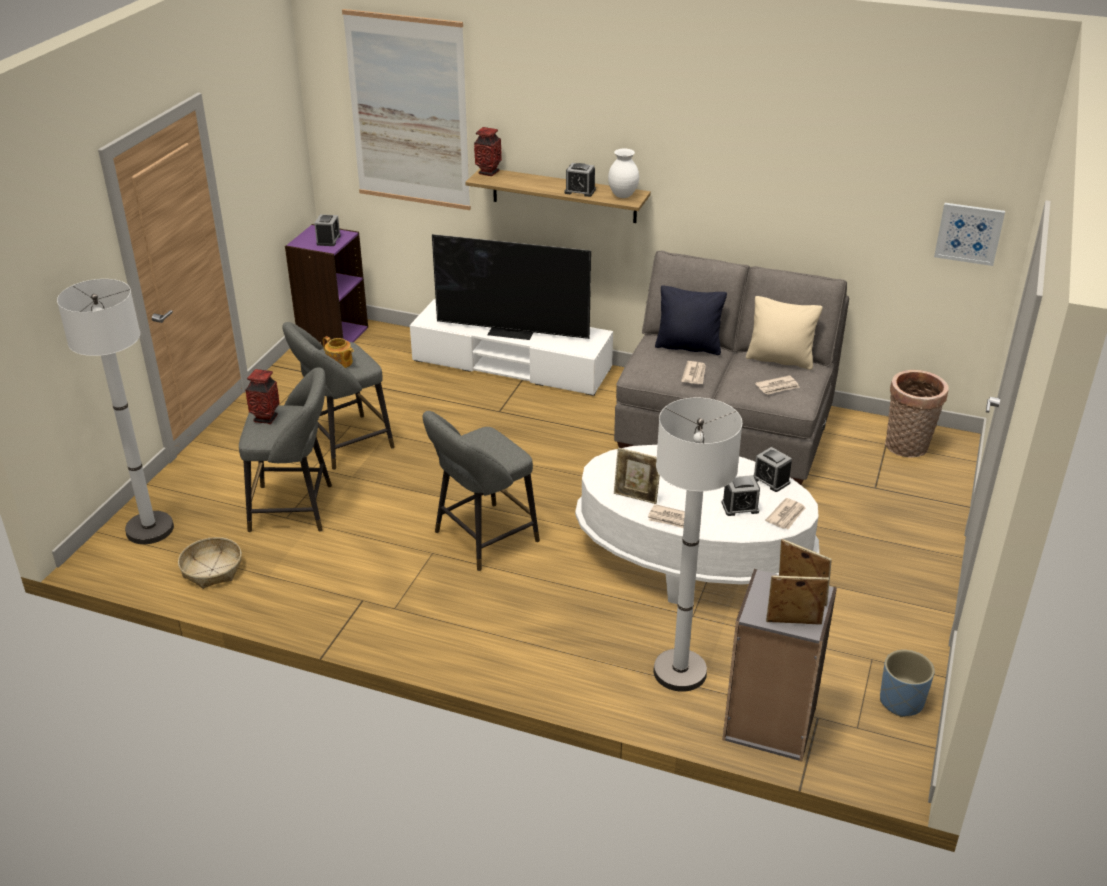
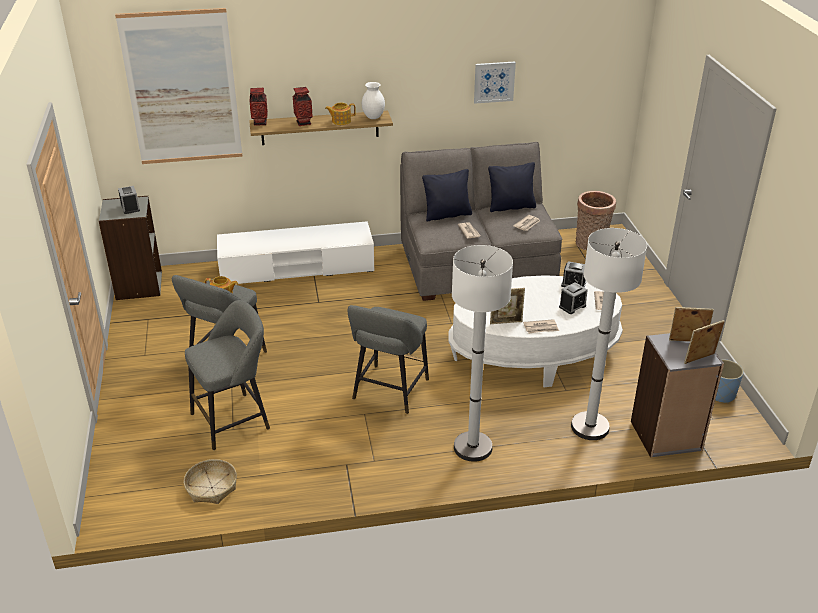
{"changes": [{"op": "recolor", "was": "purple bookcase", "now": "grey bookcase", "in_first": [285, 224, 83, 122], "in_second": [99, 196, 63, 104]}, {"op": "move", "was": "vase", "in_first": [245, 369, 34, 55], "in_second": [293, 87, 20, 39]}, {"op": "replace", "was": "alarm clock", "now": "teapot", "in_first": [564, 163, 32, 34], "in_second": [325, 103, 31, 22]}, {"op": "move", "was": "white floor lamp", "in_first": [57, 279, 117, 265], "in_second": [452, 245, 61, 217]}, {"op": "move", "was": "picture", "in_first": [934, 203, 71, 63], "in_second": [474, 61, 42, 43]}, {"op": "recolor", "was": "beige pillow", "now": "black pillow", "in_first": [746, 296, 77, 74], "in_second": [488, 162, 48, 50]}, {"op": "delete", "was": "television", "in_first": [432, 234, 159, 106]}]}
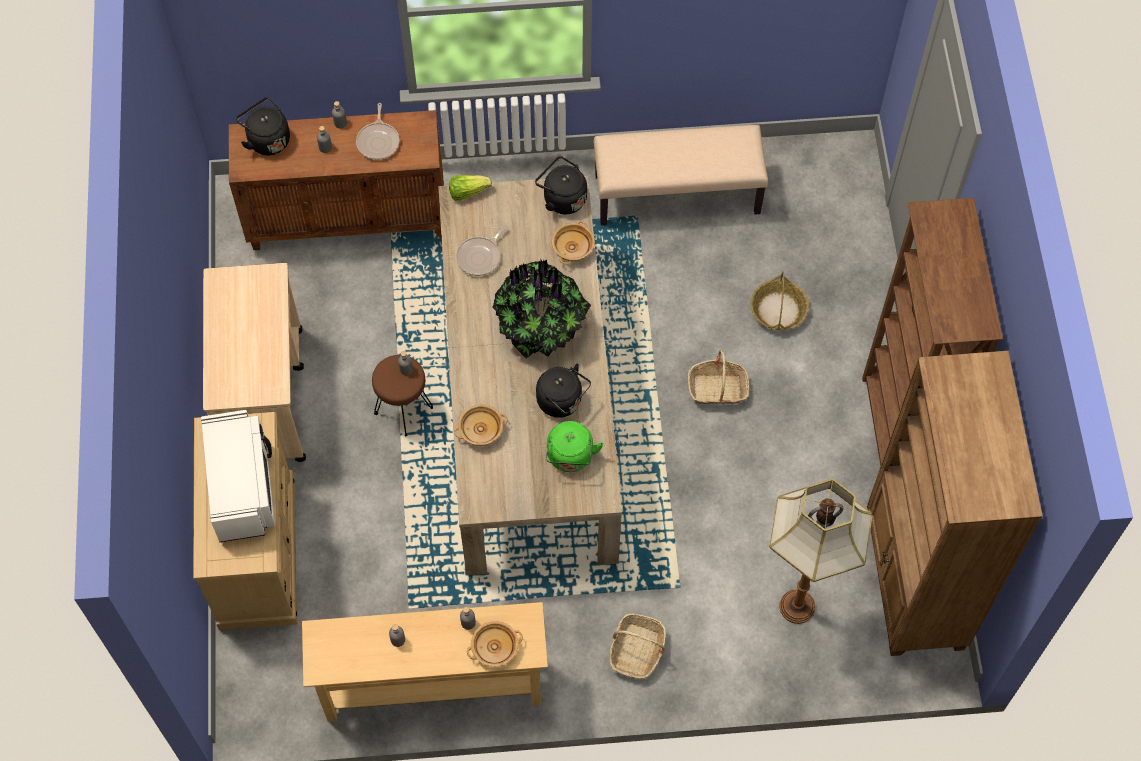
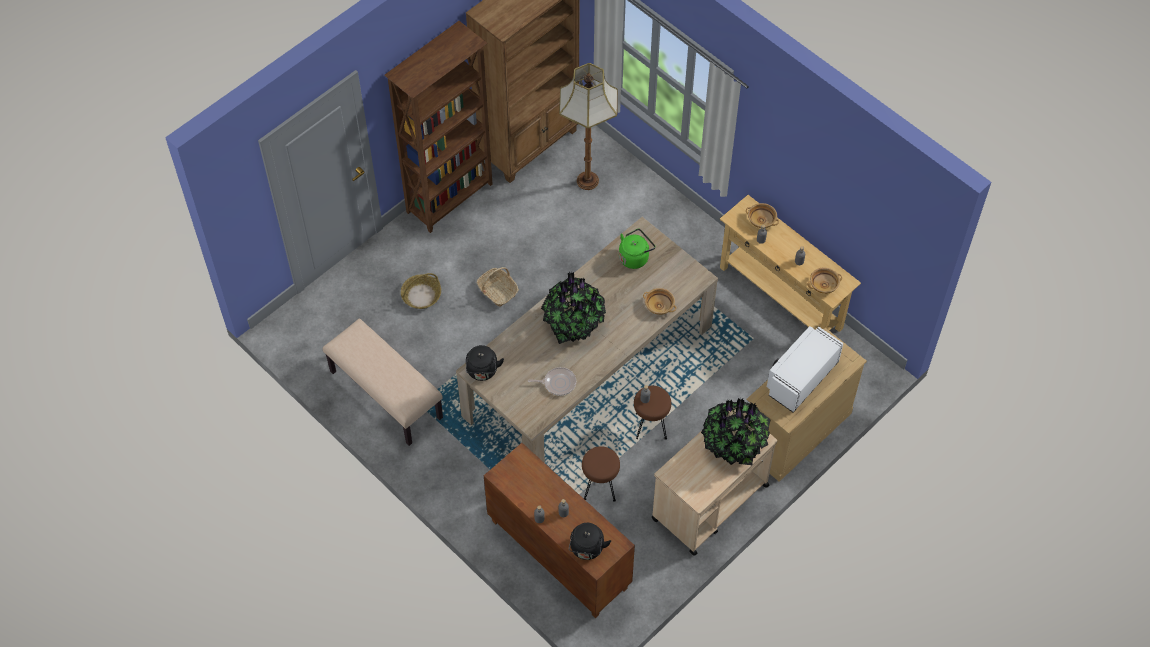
{"changes": [{"op": "insert", "now": "brown stool", "in_second": [582, 446, 38, 56]}, {"op": "insert", "now": "potted plant", "in_second": [701, 398, 70, 67]}, {"op": "move", "was": "beige bowl", "in_first": [552, 221, 43, 44], "in_second": [807, 268, 35, 26]}, {"op": "delete", "was": "frying pan", "in_first": [356, 103, 44, 57]}, {"op": "delete", "was": "lettuce", "in_first": [449, 175, 43, 26]}, {"op": "delete", "was": "black kettle", "in_first": [536, 363, 55, 55]}, {"op": "delete", "was": "basket", "in_first": [609, 613, 57, 66]}]}
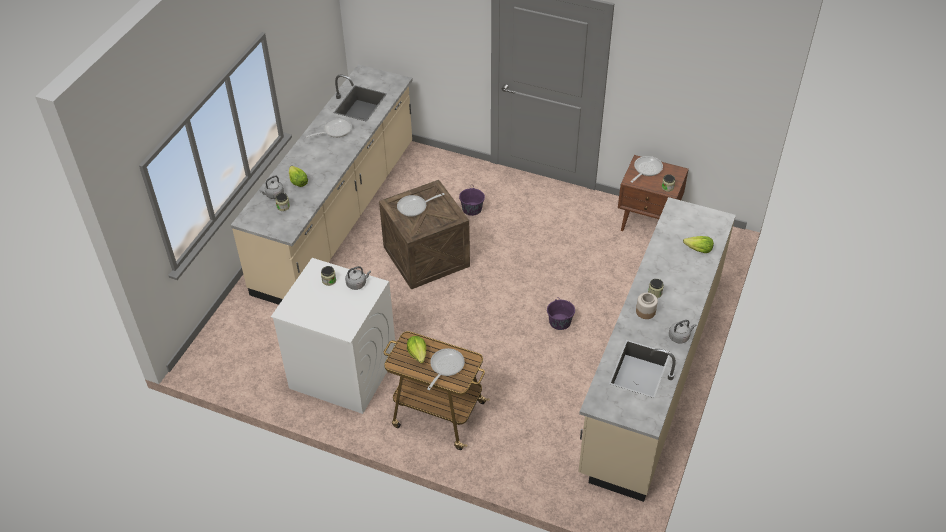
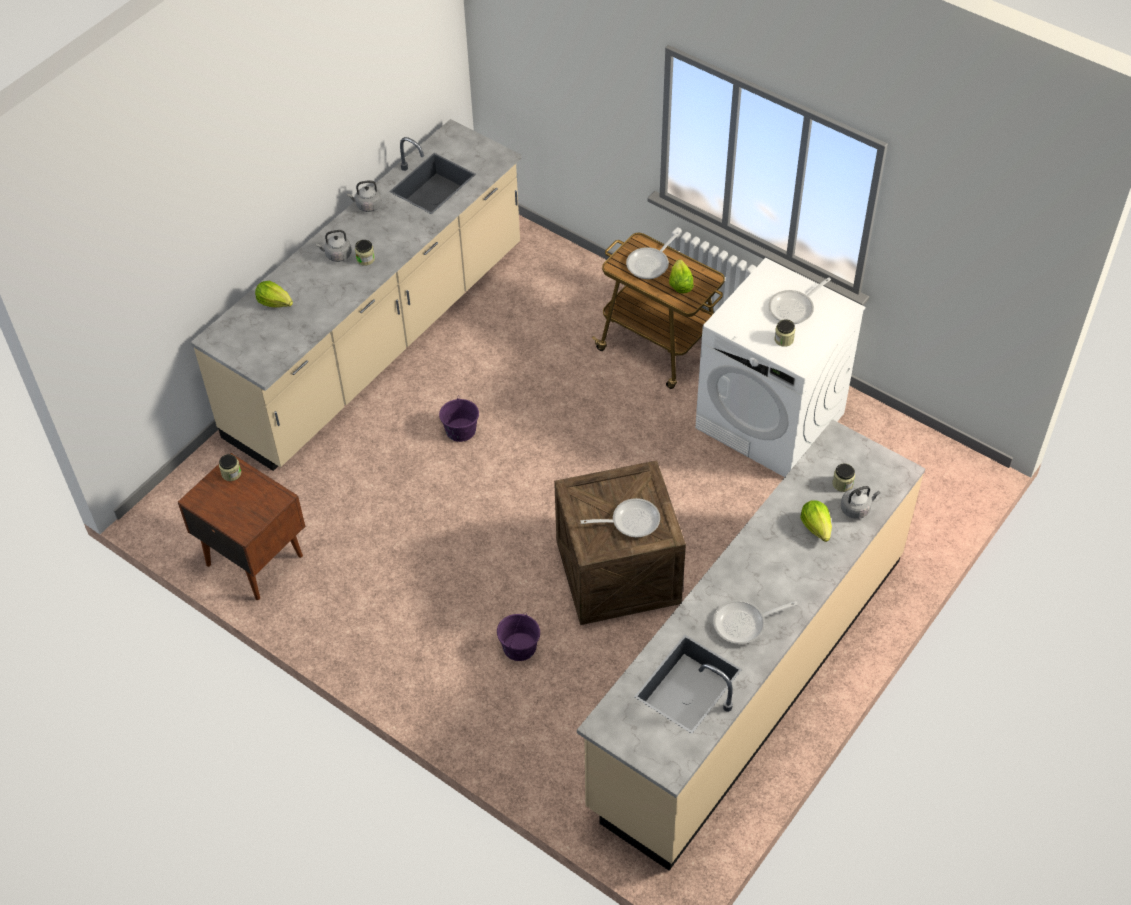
{"changes": [{"op": "move", "was": "grey kettle", "in_first": [345, 266, 26, 24], "in_second": [316, 230, 36, 32]}, {"op": "move", "was": "frying pan", "in_first": [631, 156, 32, 27], "in_second": [768, 277, 63, 47]}, {"op": "delete", "was": "jar", "in_first": [636, 293, 22, 26]}]}
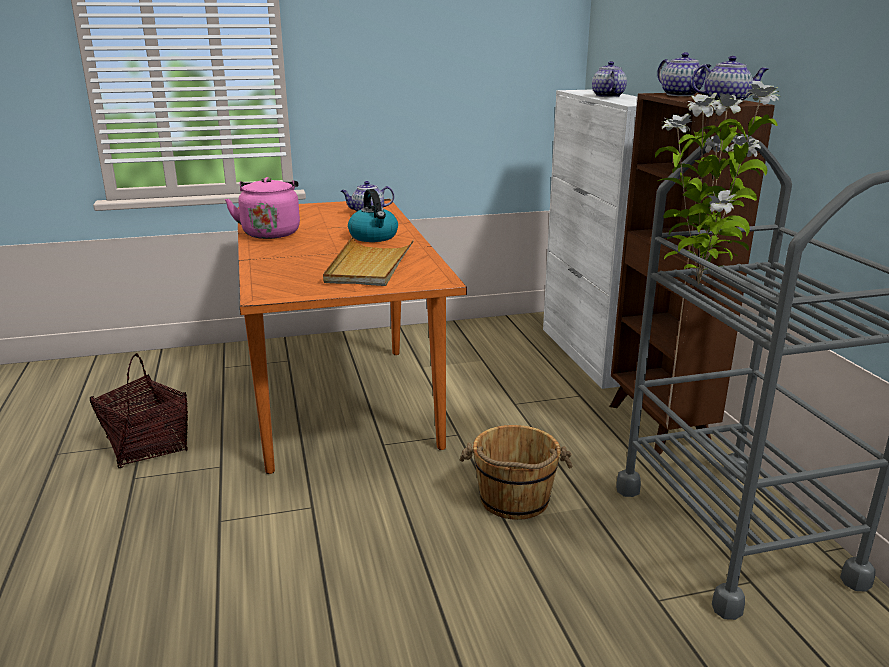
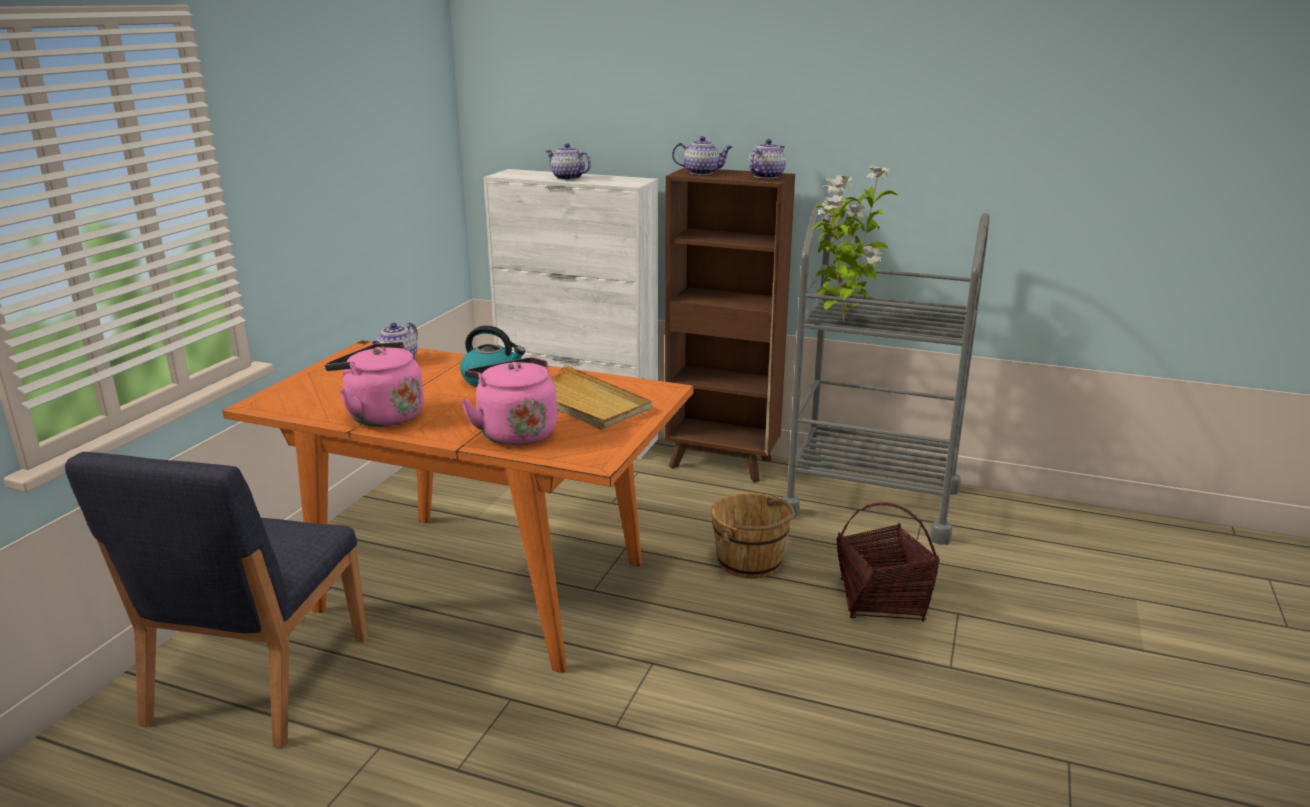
{"changes": [{"op": "insert", "now": "blue chair", "in_second": [65, 452, 303, 296]}, {"op": "insert", "now": "pink kettle", "in_second": [461, 357, 96, 88]}, {"op": "move", "was": "basket", "in_first": [90, 353, 98, 115], "in_second": [837, 502, 103, 120]}]}
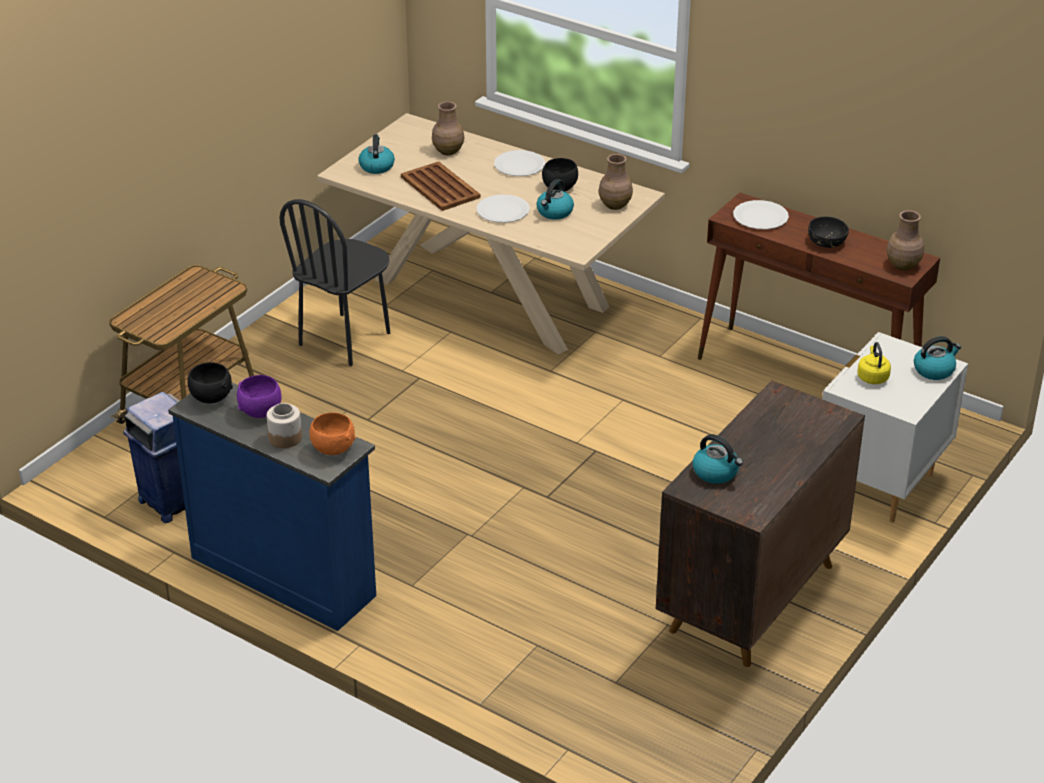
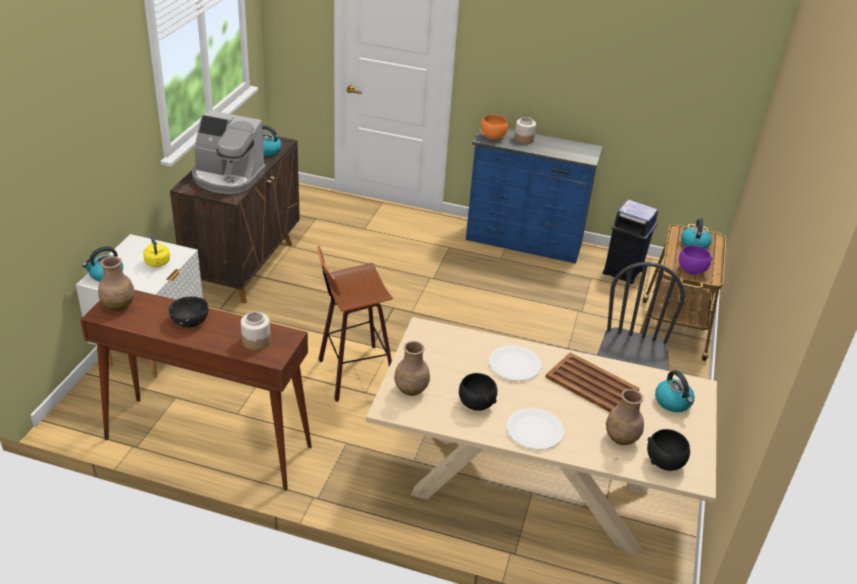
{"changes": [{"op": "insert", "now": "coffee machine", "in_second": [192, 110, 74, 84]}, {"op": "replace", "was": "white plate", "now": "jar", "in_first": [733, 200, 56, 29], "in_second": [241, 312, 30, 38]}, {"op": "insert", "now": "stool", "in_second": [317, 246, 76, 156]}, {"op": "move", "was": "black bowl", "in_first": [187, 362, 46, 41], "in_second": [647, 429, 43, 42]}, {"op": "move", "was": "purple bowl", "in_first": [237, 375, 45, 43], "in_second": [679, 246, 34, 28]}, {"op": "move", "was": "kettle", "in_first": [536, 179, 38, 41], "in_second": [681, 218, 31, 31]}]}
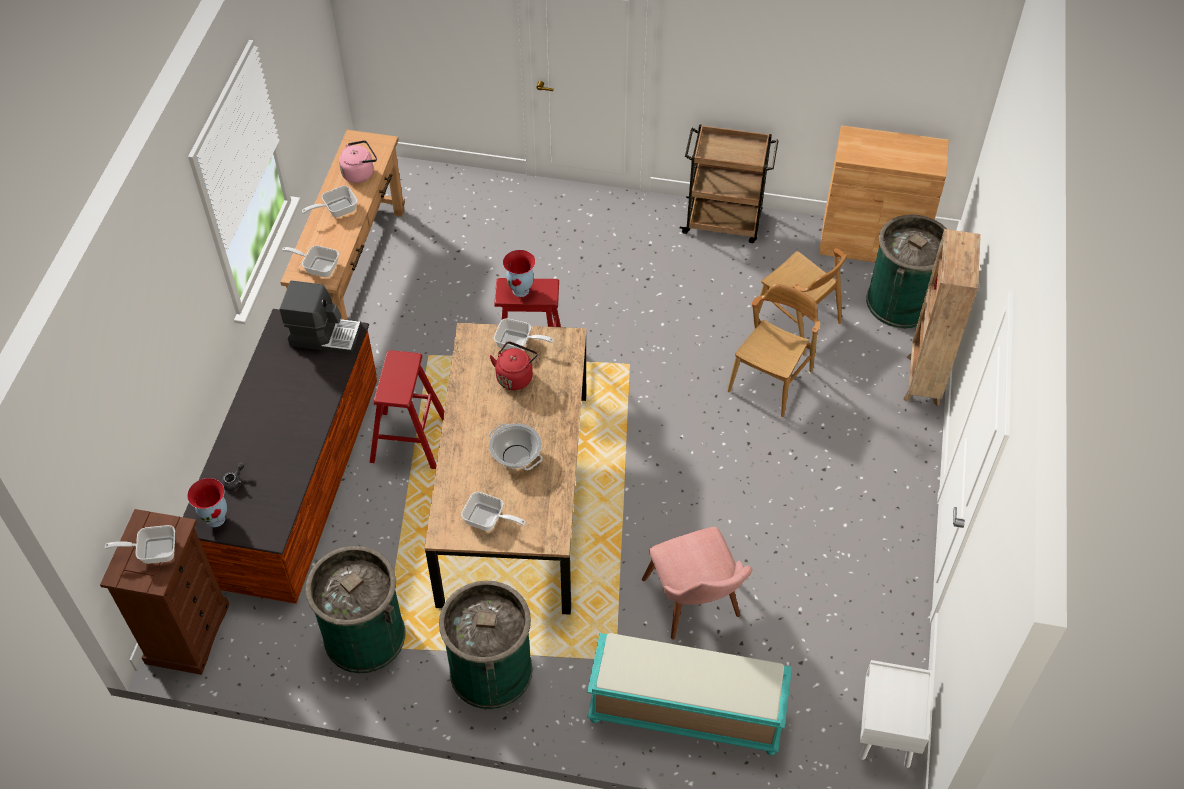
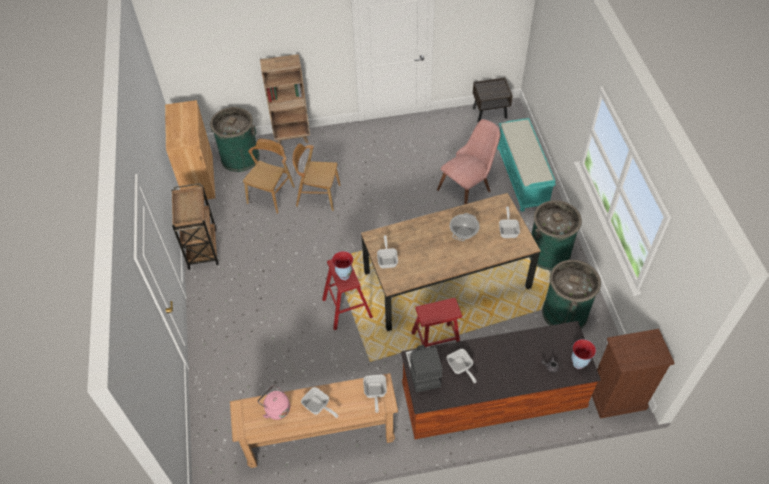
{"changes": [{"op": "move", "was": "frying pan", "in_first": [105, 525, 70, 39], "in_second": [447, 349, 30, 34]}, {"op": "recolor", "was": "white nightstand", "now": "brown nightstand", "in_first": [859, 660, 74, 108], "in_second": [473, 77, 40, 45]}, {"op": "delete", "was": "red kettle", "in_first": [490, 341, 48, 49]}]}
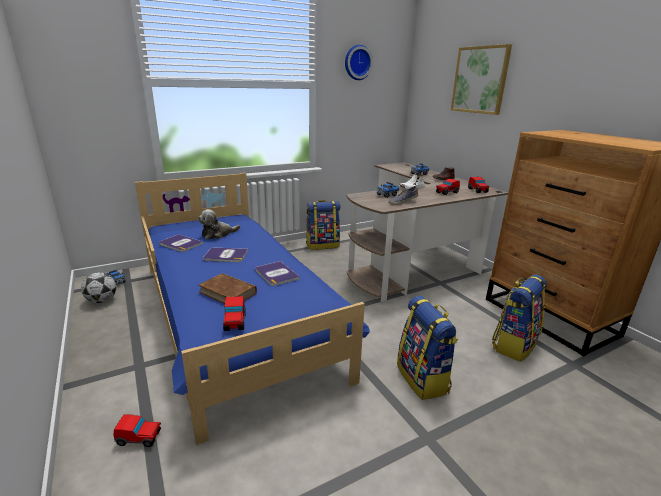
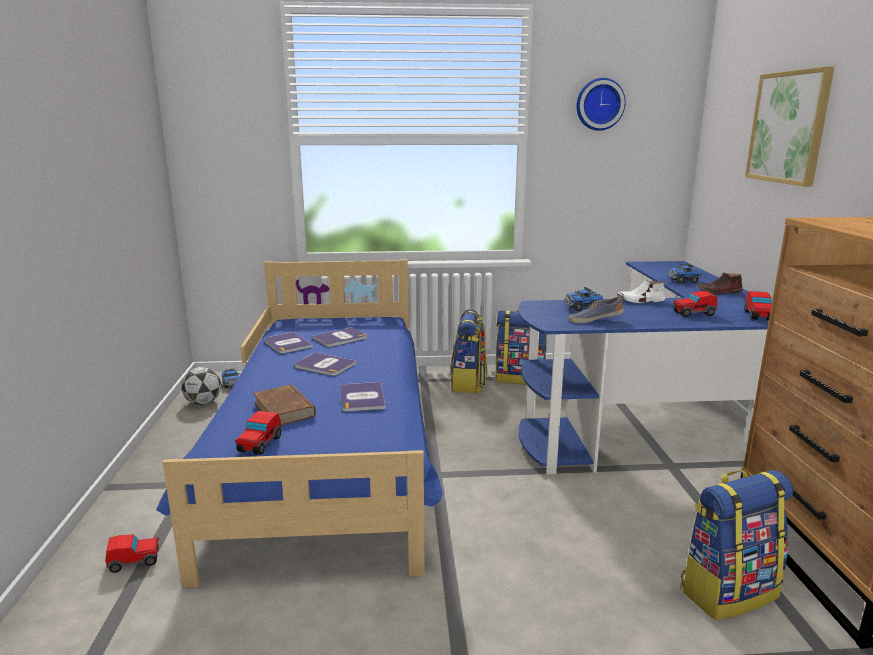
{"changes": [{"op": "rotate", "was": "toy car", "in_first": [113, 414, 48, 33], "in_second": [105, 534, 54, 39], "clockwise": -45}, {"op": "replace", "was": "plush toy", "now": "book", "in_first": [198, 209, 42, 30], "in_second": [312, 327, 55, 20]}, {"op": "move", "was": "backpack", "in_first": [397, 296, 61, 104], "in_second": [450, 309, 37, 84]}, {"op": "recolor", "was": "brown desk", "now": "blue desk", "in_first": [347, 163, 161, 139], "in_second": [518, 261, 254, 213]}]}
